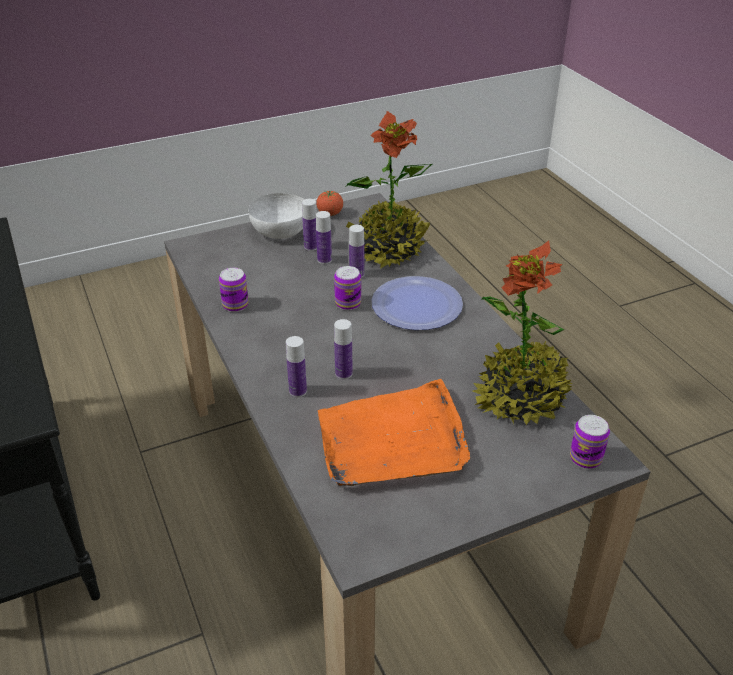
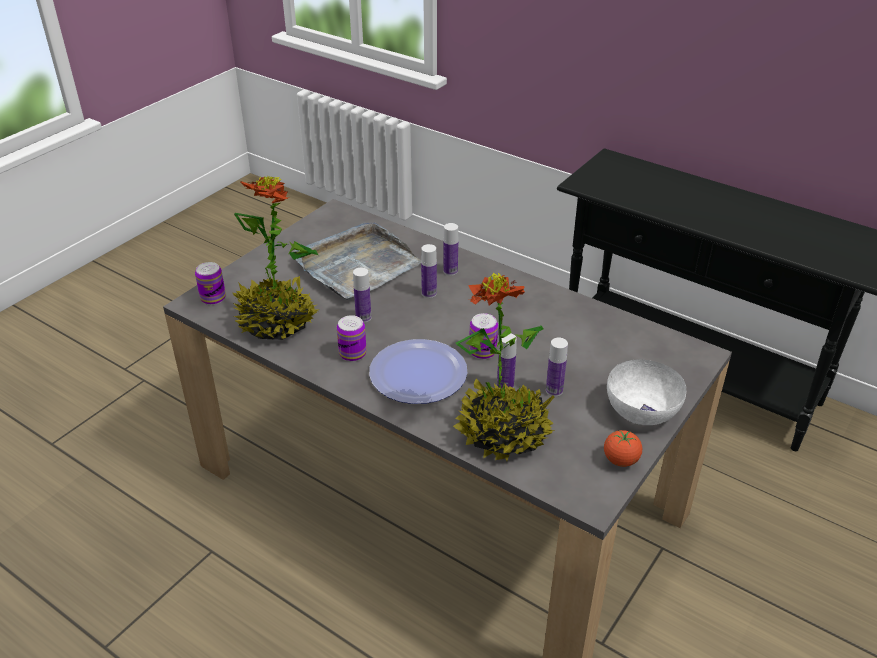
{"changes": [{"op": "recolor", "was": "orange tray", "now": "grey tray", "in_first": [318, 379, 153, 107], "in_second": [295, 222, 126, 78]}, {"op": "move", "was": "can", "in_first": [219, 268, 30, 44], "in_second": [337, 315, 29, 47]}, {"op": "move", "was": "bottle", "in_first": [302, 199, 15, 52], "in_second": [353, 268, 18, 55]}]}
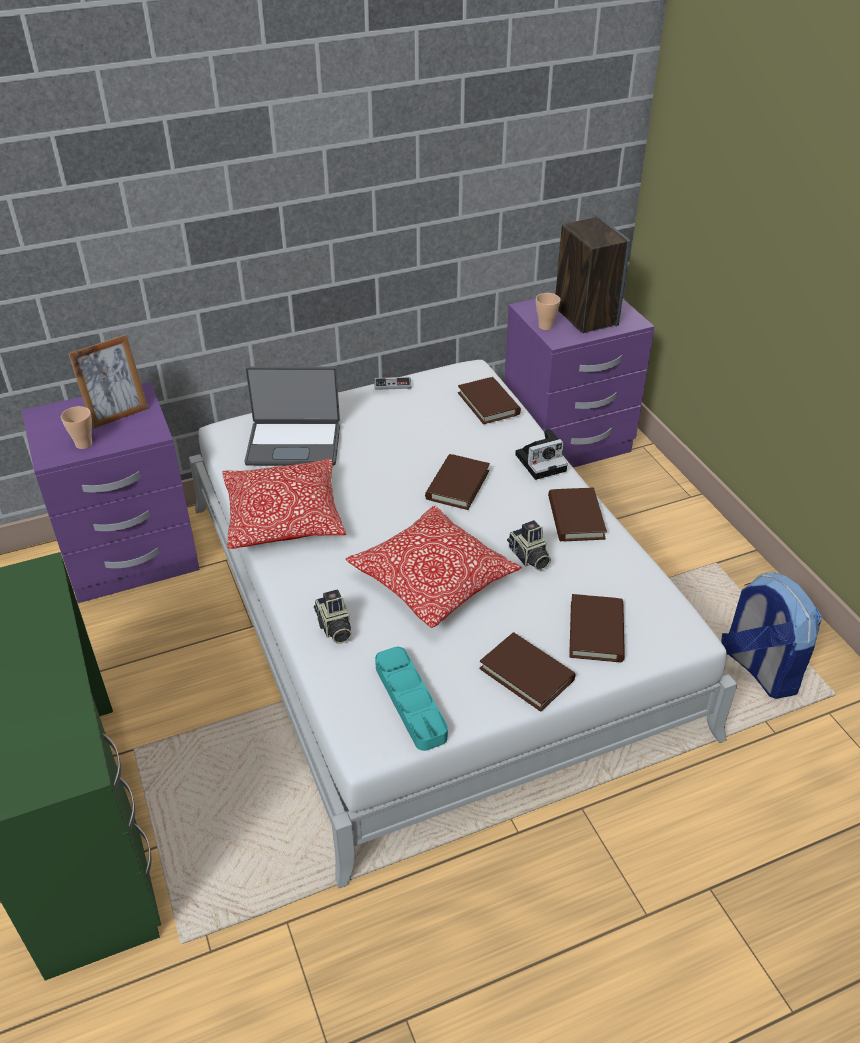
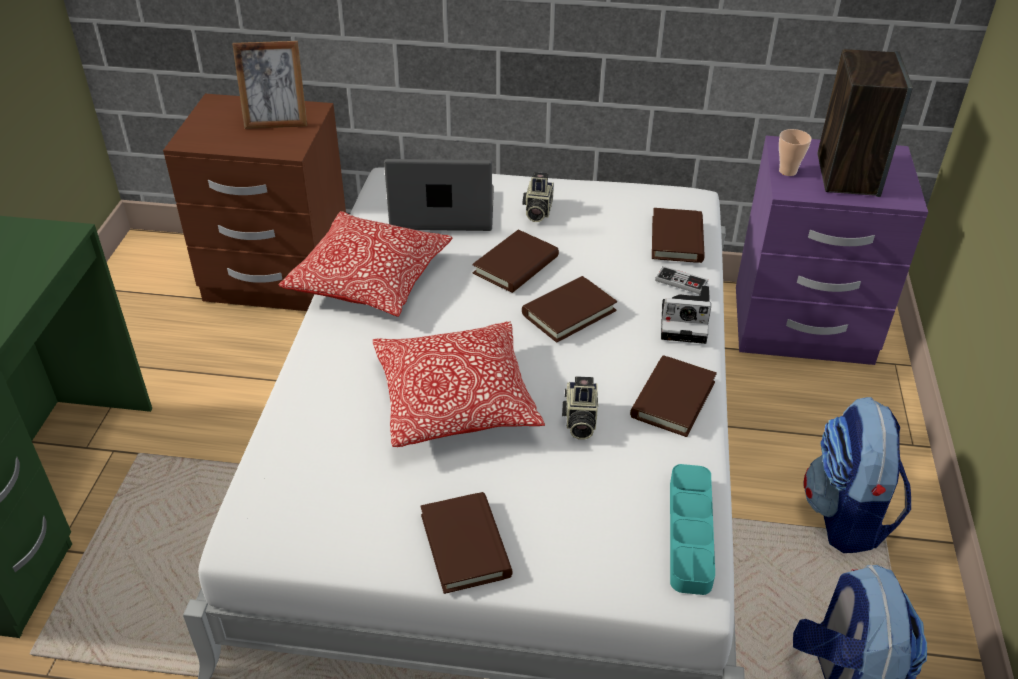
{"changes": [{"op": "recolor", "was": "purple nightstand", "now": "brown nightstand", "in_first": [22, 382, 178, 221], "in_second": [163, 94, 183, 217]}, {"op": "rotate", "was": "laptop", "in_first": [244, 366, 96, 100], "in_second": [384, 159, 110, 72], "clockwise": 150}, {"op": "move", "was": "brown book", "in_first": [569, 594, 56, 68], "in_second": [472, 230, 87, 63]}, {"op": "move", "was": "photo camera", "in_first": [314, 589, 38, 55], "in_second": [522, 172, 32, 50]}, {"op": "move", "was": "game controller", "in_first": [374, 377, 37, 13], "in_second": [655, 266, 53, 28]}, {"op": "move", "was": "turquoise tray", "in_first": [375, 647, 73, 104], "in_second": [670, 464, 45, 131]}, {"op": "insert", "now": "backpack", "in_second": [804, 397, 107, 156]}, {"op": "delete", "was": "cup", "in_first": [61, 406, 31, 43]}]}
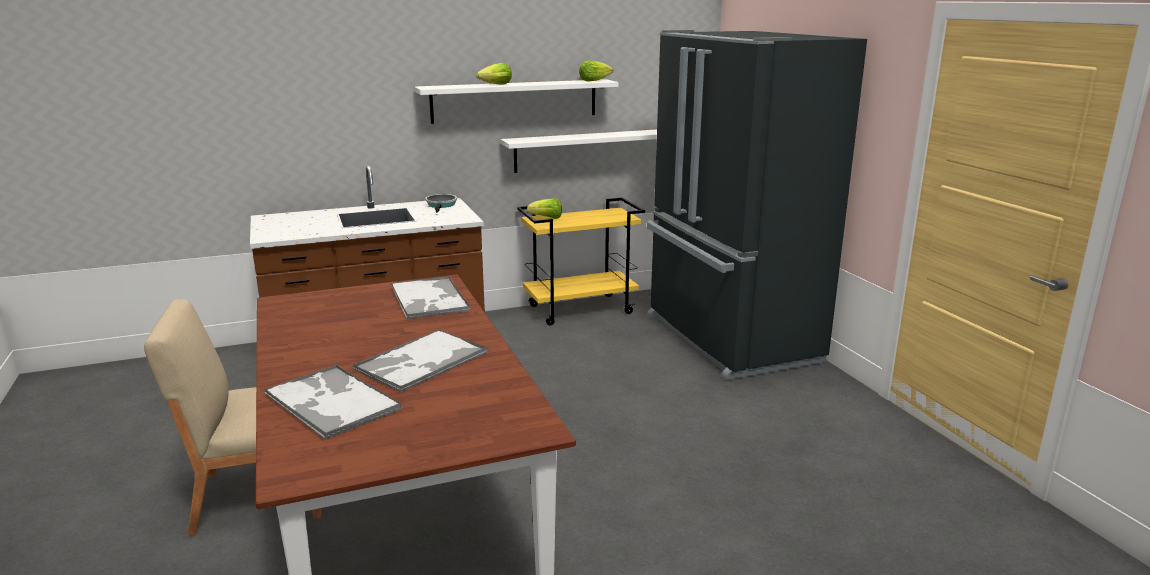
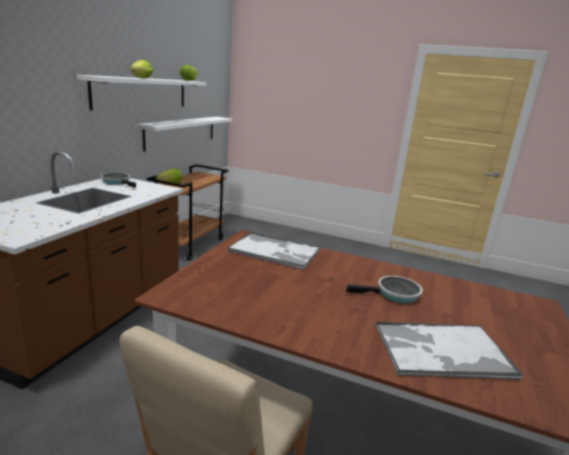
{"changes": [{"op": "recolor", "was": "yellow cart", "now": "brown cart", "in_first": [517, 197, 128, 128], "in_second": [147, 164, 82, 97]}, {"op": "replace", "was": "tray", "now": "frying pan", "in_first": [353, 329, 134, 63], "in_second": [346, 276, 77, 27]}, {"op": "delete", "was": "black fridge", "in_first": [647, 30, 220, 350]}]}
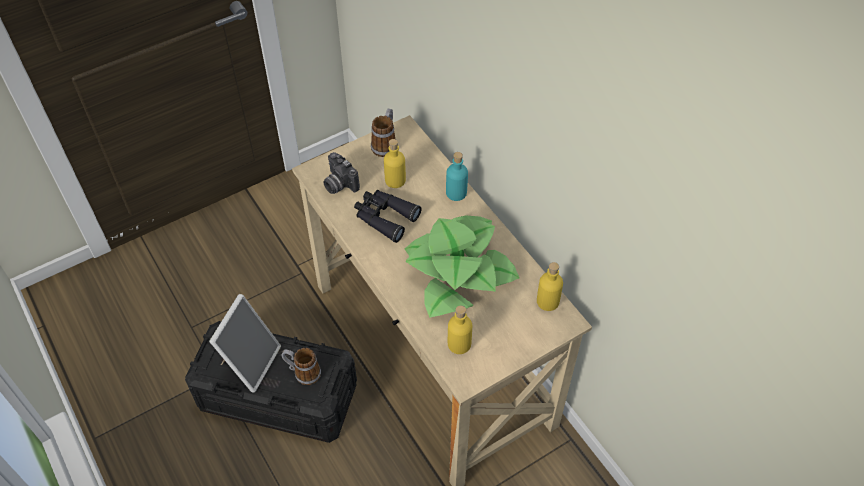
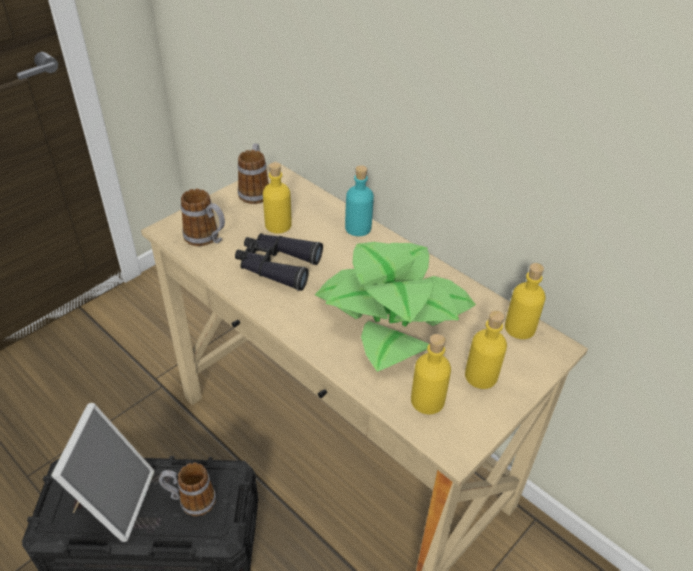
{"changes": [{"op": "replace", "was": "photo camera", "now": "mug", "in_first": [323, 152, 37, 42], "in_second": [181, 189, 44, 57]}, {"op": "insert", "now": "yellow bottle", "in_second": [465, 310, 42, 79]}]}
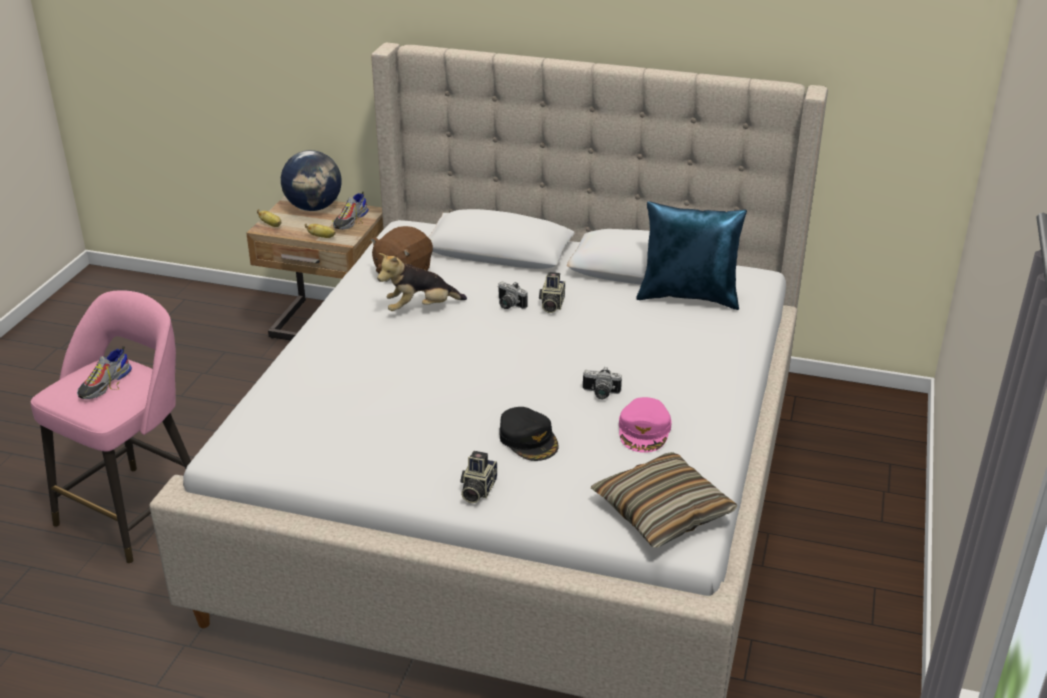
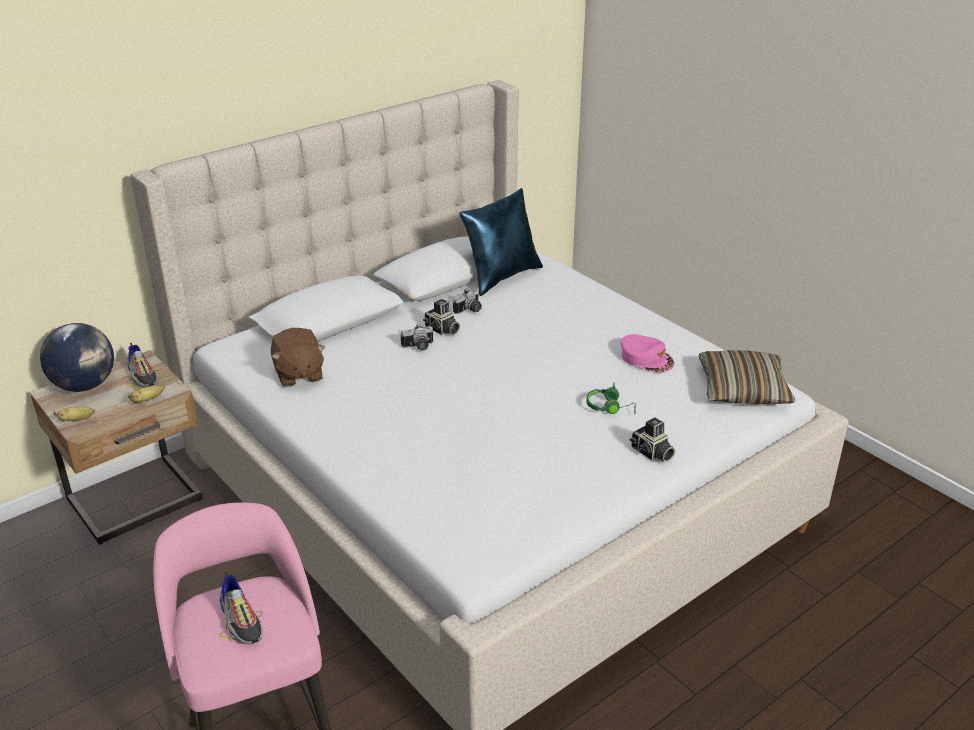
{"changes": [{"op": "move", "was": "photo camera", "in_first": [583, 367, 39, 32], "in_second": [453, 289, 29, 25]}, {"op": "replace", "was": "black cap", "now": "green headphones", "in_first": [500, 407, 59, 54], "in_second": [586, 382, 50, 32]}, {"op": "delete", "was": "plush toy", "in_first": [377, 253, 90, 58]}]}
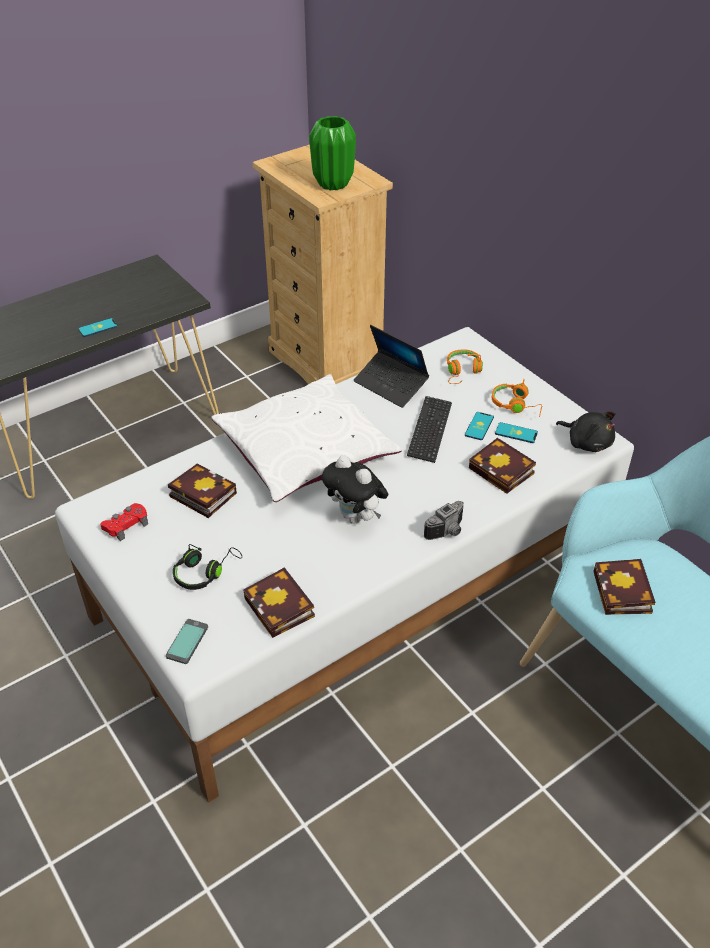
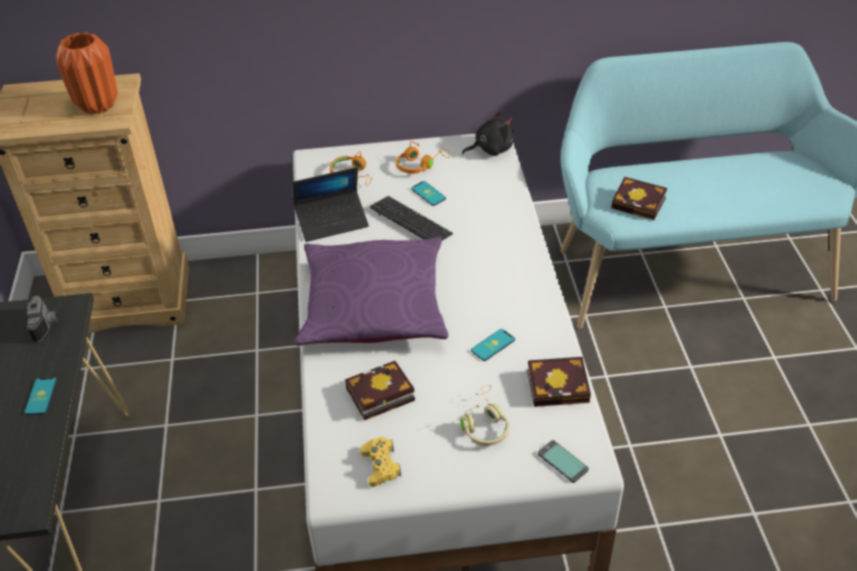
{"changes": [{"op": "move", "was": "photo camera", "in_first": [424, 501, 39, 39], "in_second": [27, 295, 31, 47]}, {"op": "recolor", "was": "green vase", "now": "orange vase", "in_first": [309, 116, 47, 74], "in_second": [56, 32, 62, 82]}, {"op": "recolor", "was": "white pillow", "now": "purple pillow", "in_first": [212, 374, 190, 128], "in_second": [295, 237, 154, 109]}, {"op": "recolor", "was": "red game controller", "now": "yellow game controller", "in_first": [100, 503, 48, 38], "in_second": [360, 437, 41, 50]}, {"op": "recolor", "was": "black headphones", "now": "beige headphones", "in_first": [173, 544, 69, 46], "in_second": [461, 384, 48, 62]}, {"op": "move", "was": "phone", "in_first": [495, 422, 43, 21], "in_second": [471, 329, 44, 32]}, {"op": "delete", "was": "plush toy", "in_first": [322, 455, 67, 69]}, {"op": "delete", "was": "book", "in_first": [469, 438, 67, 56]}]}
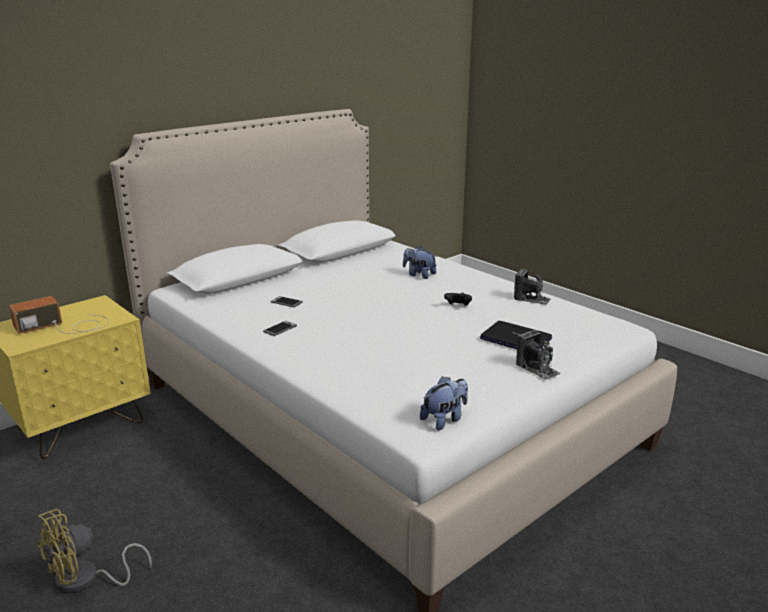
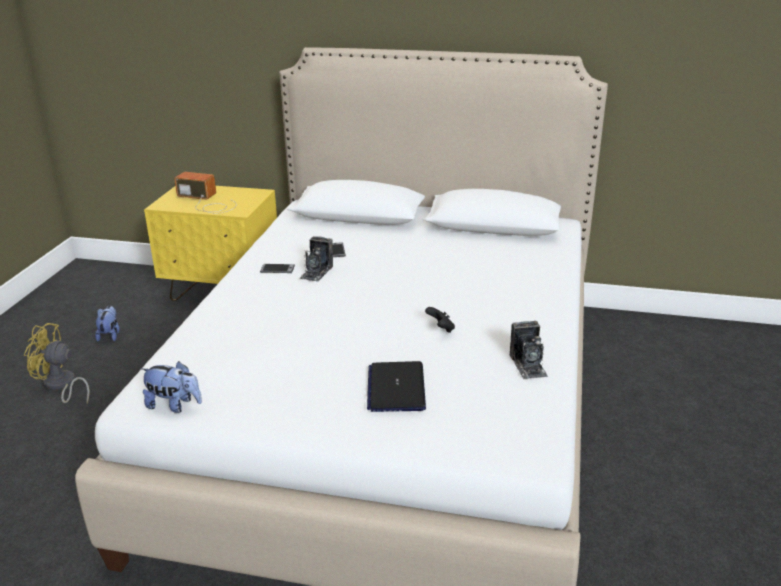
{"changes": [{"op": "move", "was": "plush toy", "in_first": [403, 246, 34, 33], "in_second": [95, 306, 25, 36]}, {"op": "move", "was": "photo camera", "in_first": [516, 330, 45, 50], "in_second": [299, 236, 34, 45]}]}
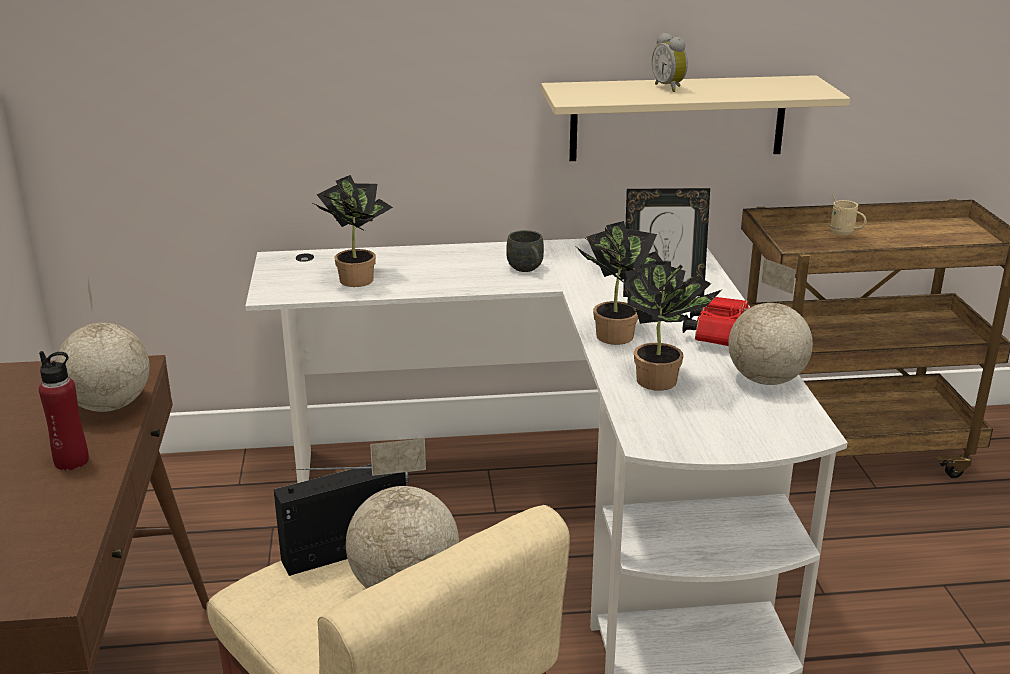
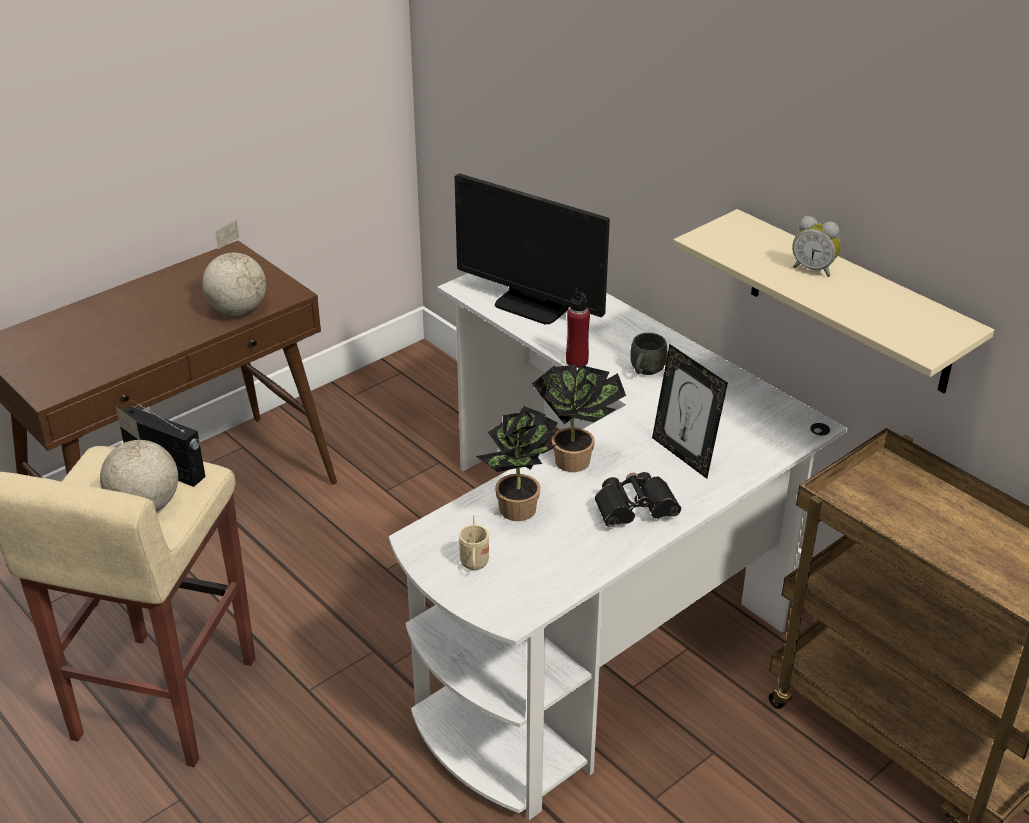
{"changes": [{"op": "replace", "was": "potted plant", "now": "monitor", "in_first": [313, 175, 80, 112], "in_second": [455, 173, 155, 151]}, {"op": "move", "was": "beige mug", "in_first": [830, 194, 36, 42], "in_second": [459, 515, 30, 55]}, {"op": "move", "was": "red bottle", "in_first": [39, 351, 50, 119], "in_second": [566, 287, 24, 81]}, {"op": "recolor", "was": "red binoculars", "now": "black binoculars", "in_first": [682, 297, 68, 49], "in_second": [595, 472, 86, 55]}, {"op": "rotate", "was": "alarm clock", "in_first": [652, 33, 36, 59], "in_second": [792, 216, 49, 61], "clockwise": -90}, {"op": "delete", "was": "globe", "in_first": [728, 259, 85, 126]}]}
